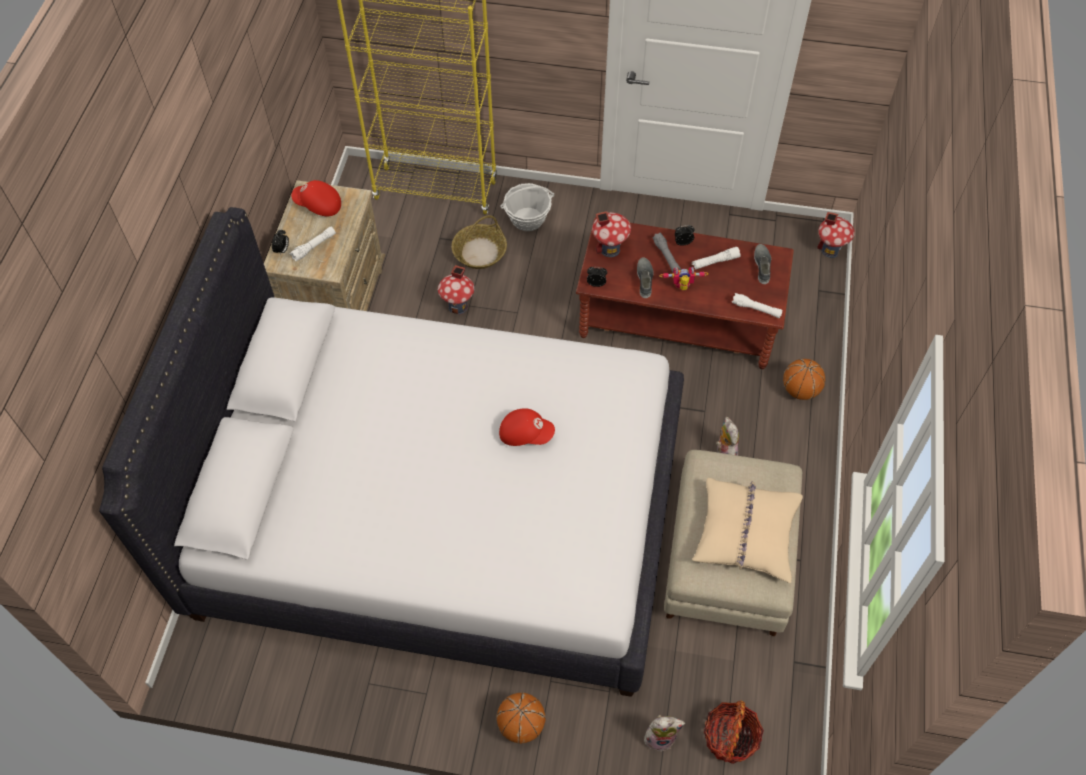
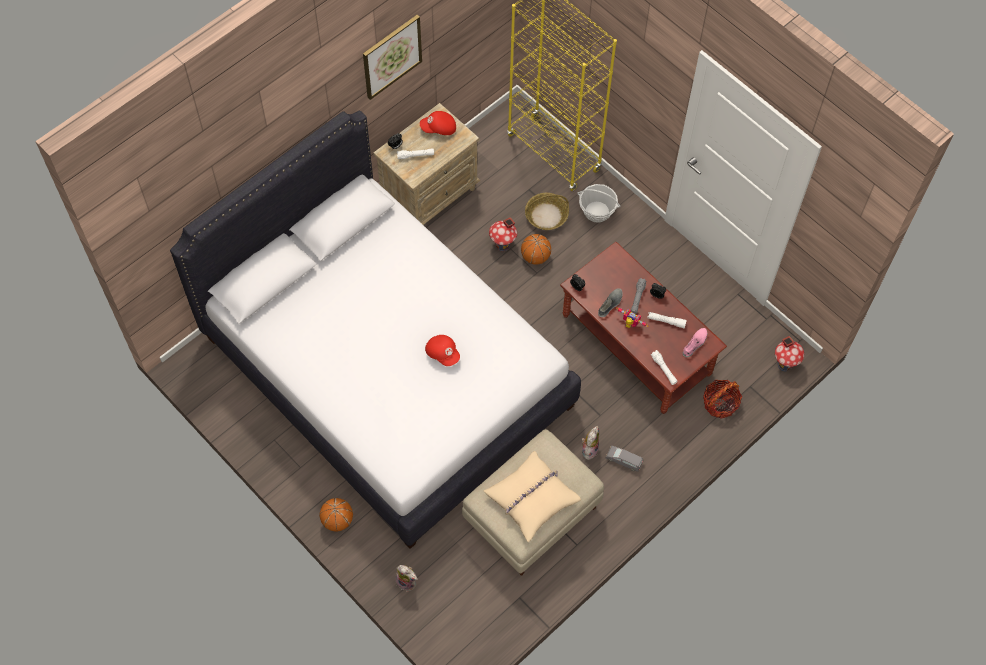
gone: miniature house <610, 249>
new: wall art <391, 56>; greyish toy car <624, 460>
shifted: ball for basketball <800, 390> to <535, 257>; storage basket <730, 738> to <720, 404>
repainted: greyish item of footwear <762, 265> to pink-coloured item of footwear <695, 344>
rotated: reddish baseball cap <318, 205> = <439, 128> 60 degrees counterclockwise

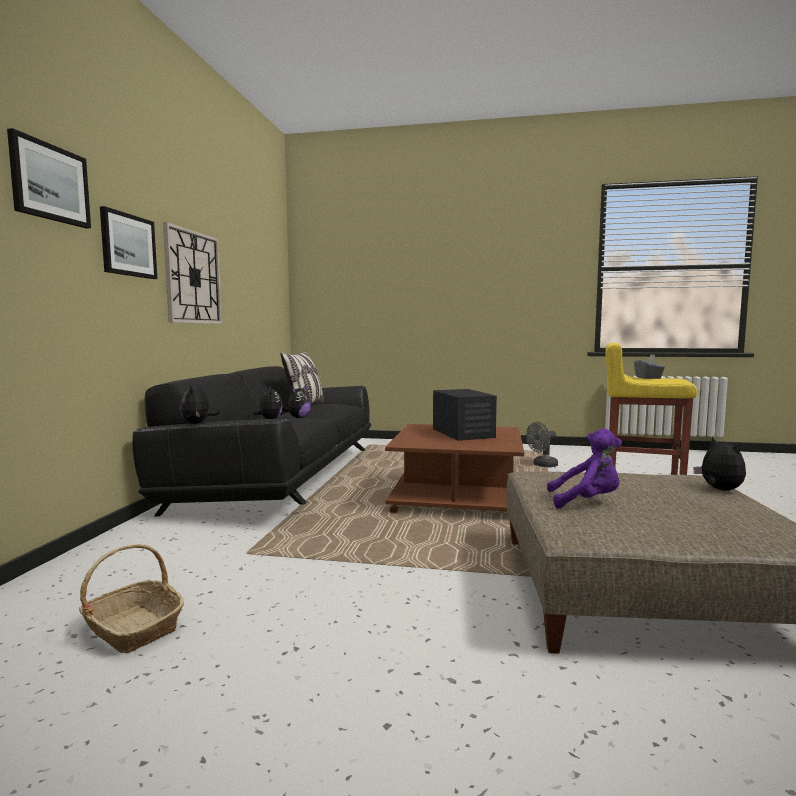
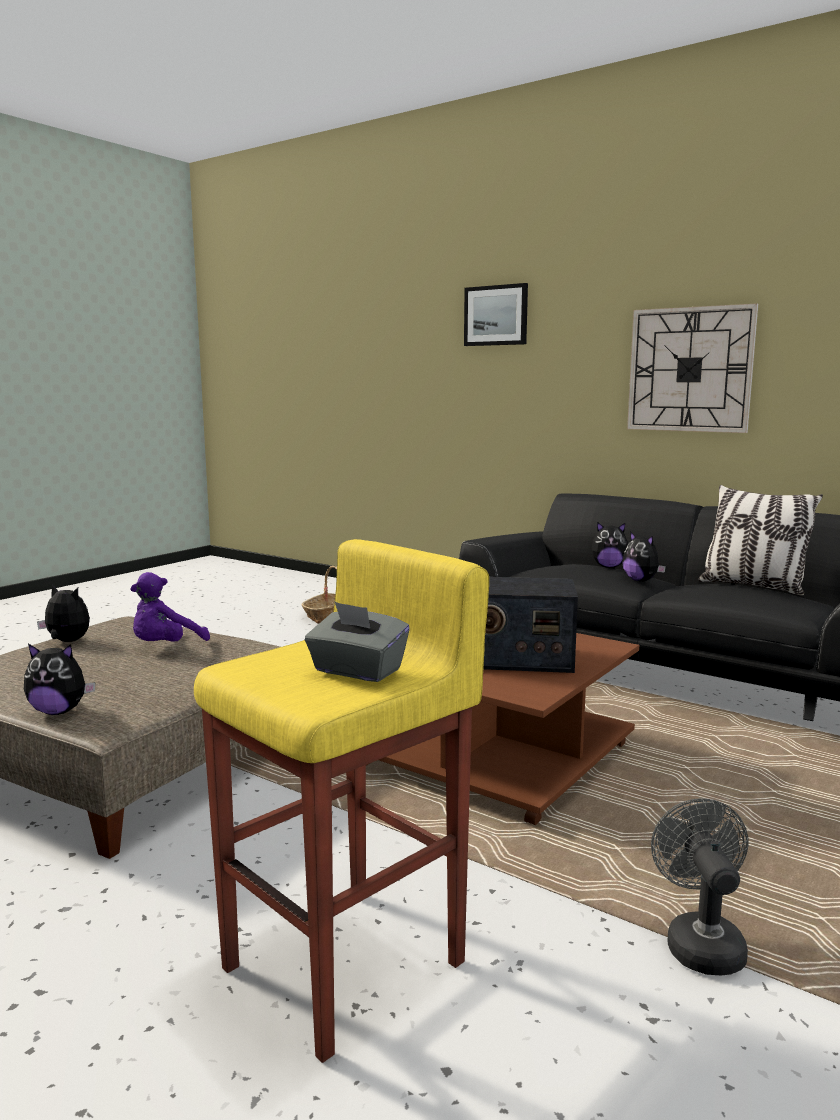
gone: wall art <128, 245>
shifted: soft toy <198, 423> to <66, 642>

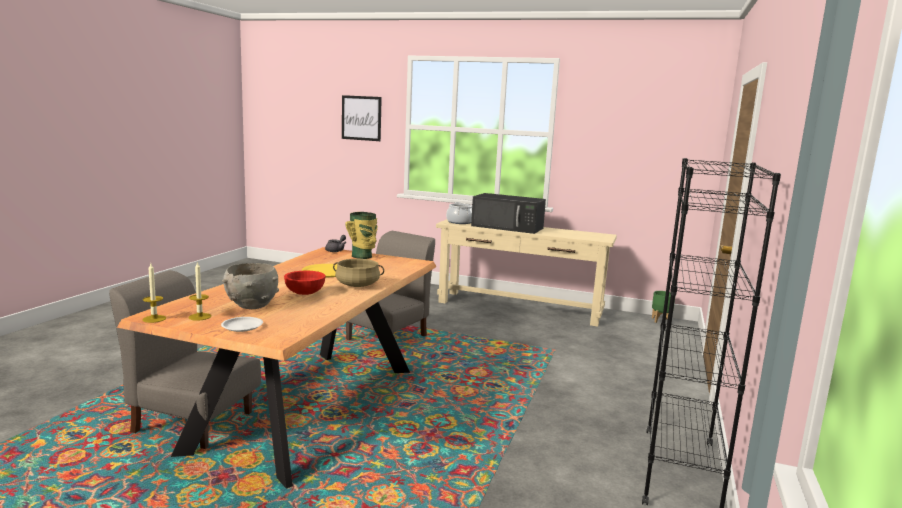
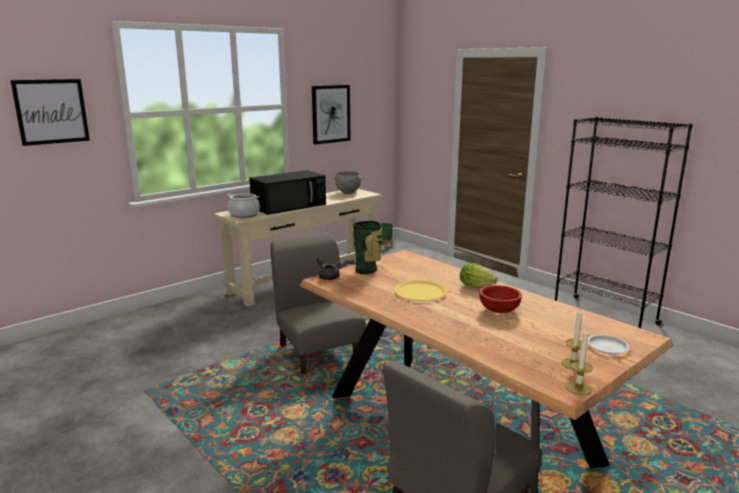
new: wall art <330, 114>
shifted: greyish deep dish <251, 306> to <348, 193>
swapped: beige-coloured cooking pot <357, 285> to lettuce head <478, 287>

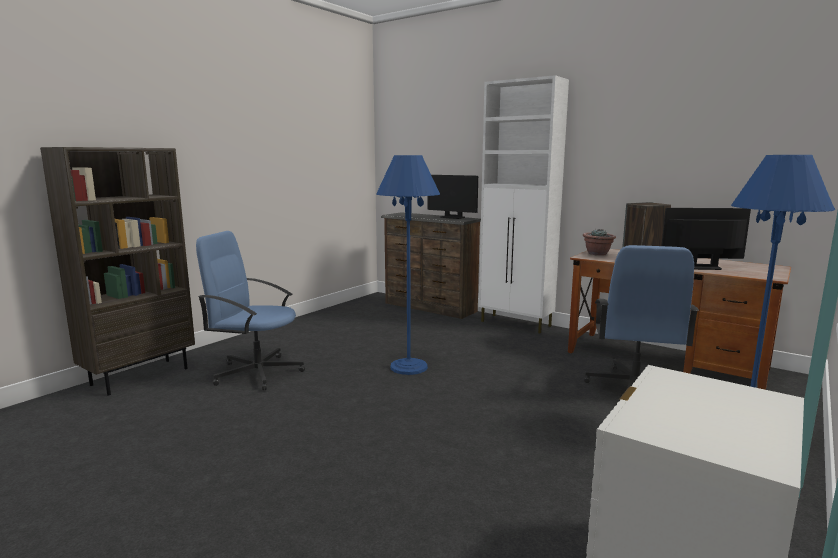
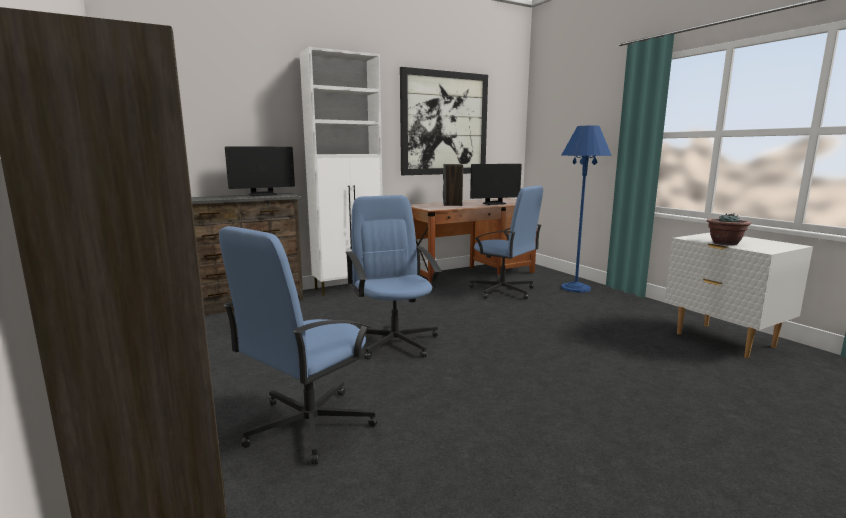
new: wall art <444, 123>
shifted: plant in a pot <597, 254> to <724, 243>
swapped: blue standing lamp <409, 367> to blue office chair <395, 342>
rotated: monitor <701, 267> = <494, 203> 135 degrees counterclockwise

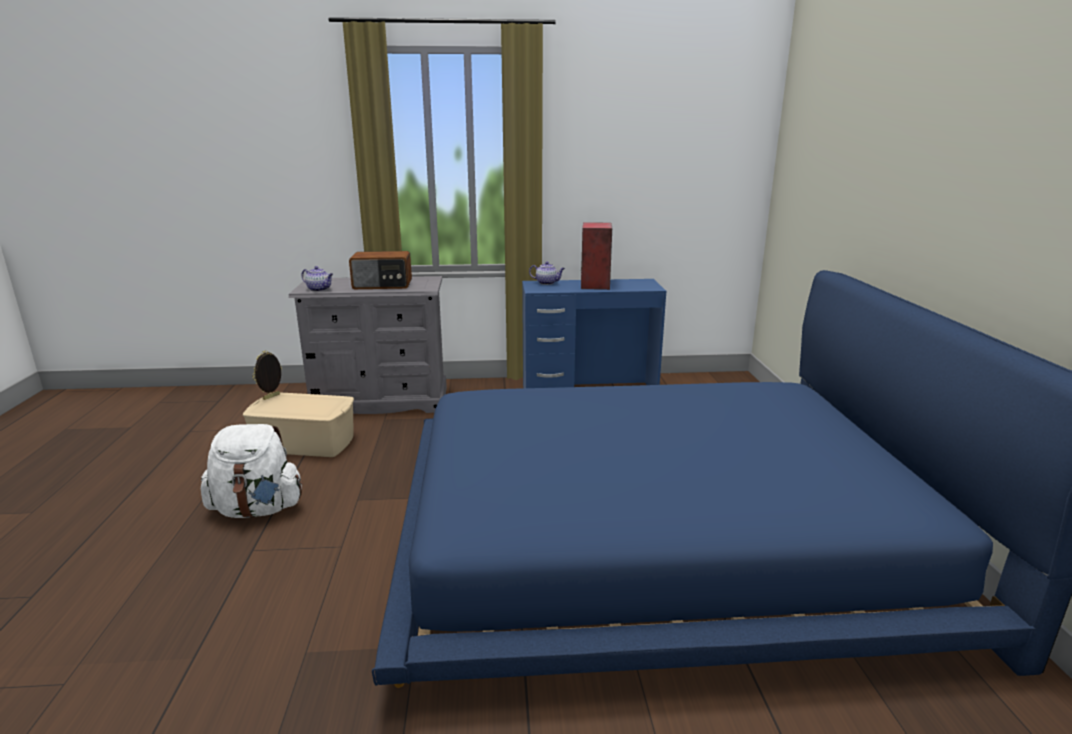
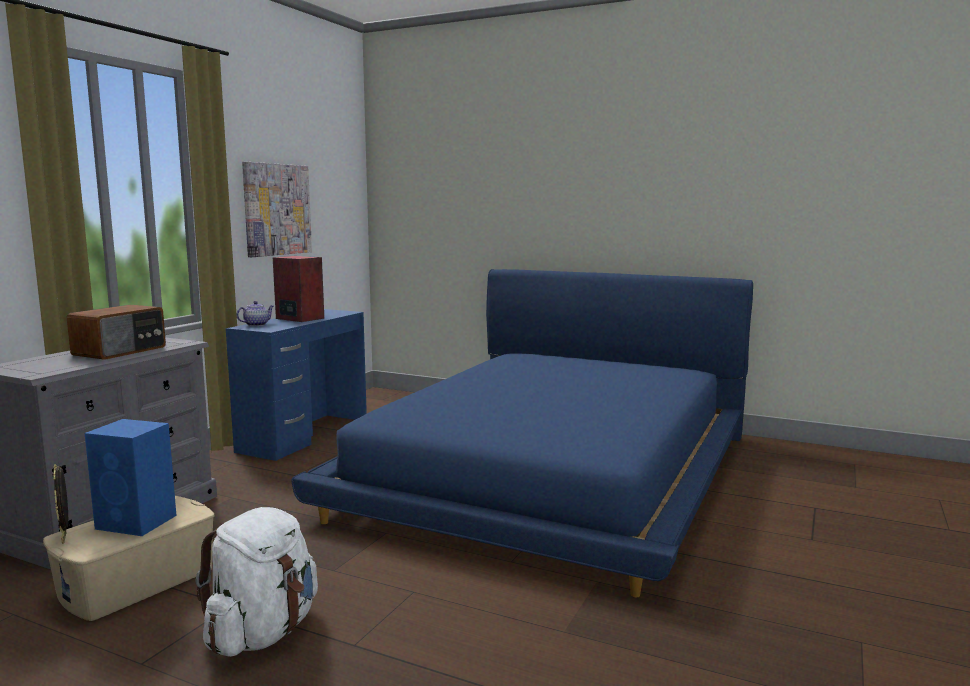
gone: pot for tea <319, 289>
new: wall art <277, 209>; blue audio speaker <138, 522>

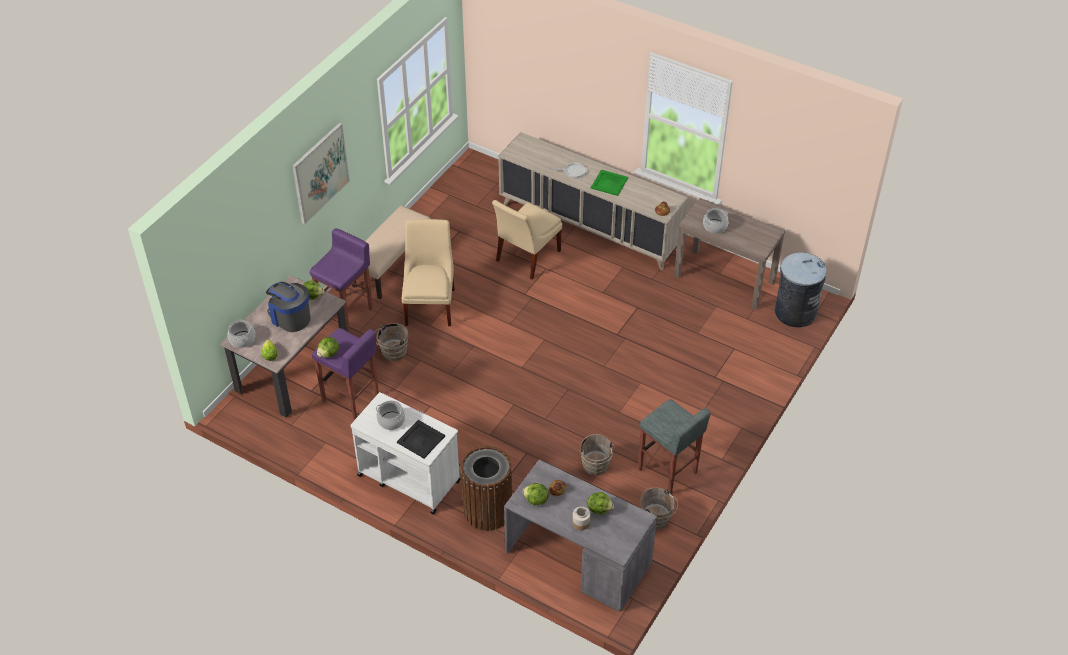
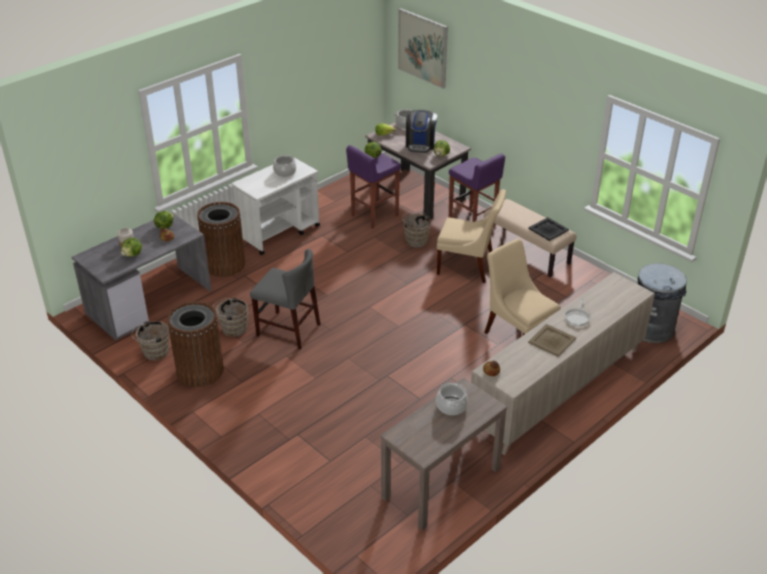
new: greyish chair <288, 330>
shifted: wall art <320, 173> to <423, 47>; greyish waste bin <795, 312> to <652, 329>; black-coloured serving tray <421, 439> to <548, 229>
swapped: greyish sitting stool <667, 472> to brown-coloured waste bin <200, 371>
repainted: greenish serving tray <609, 183> to beige-coloured serving tray <552, 341>
rotated: coffee machine <290, 317> = <420, 144> 135 degrees clockwise

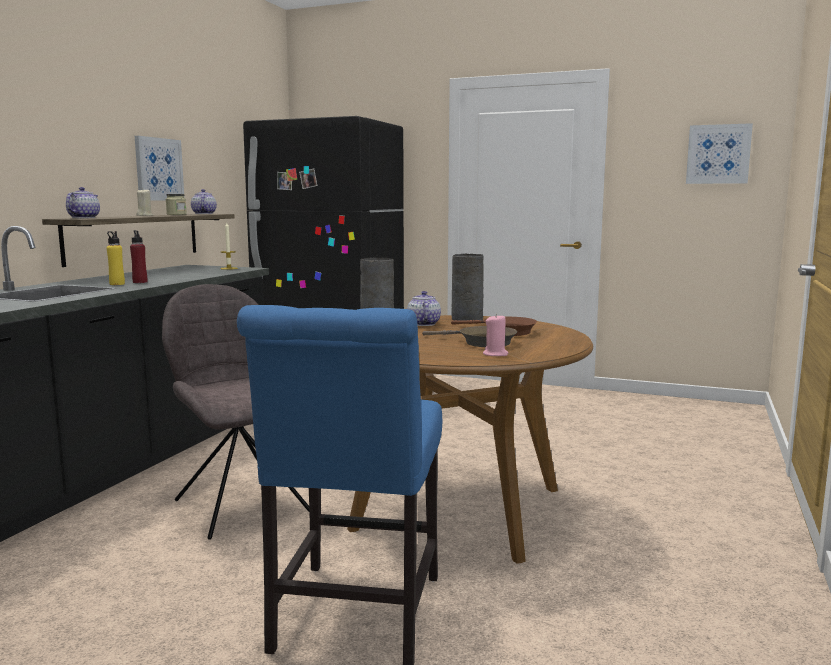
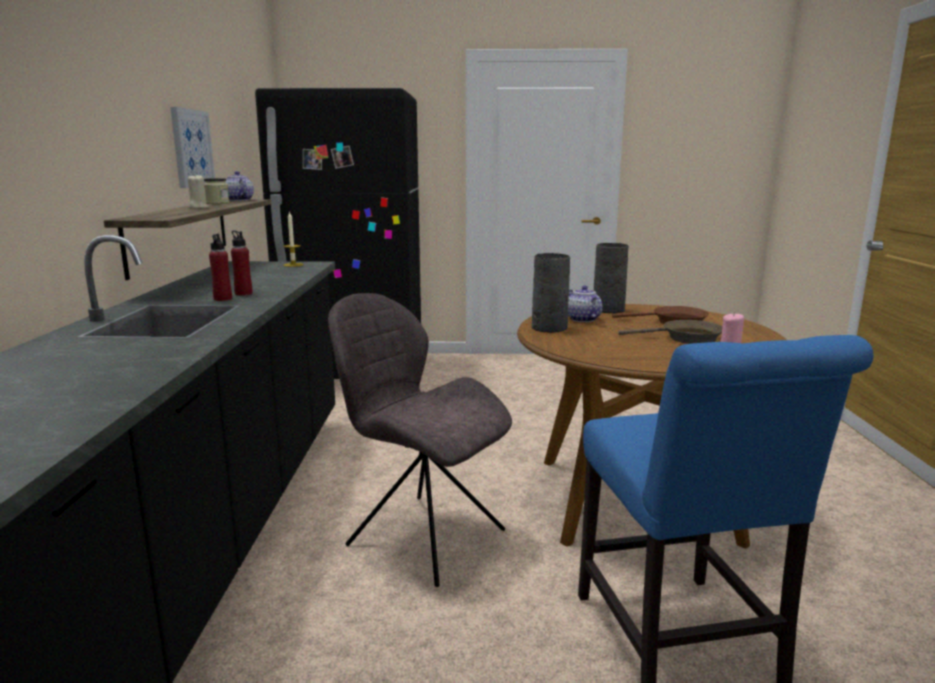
gone: wall art <718, 154>; pot for tea <84, 218>
repainted: yellowish bottle <117, 284> to reddish bottle <223, 299>

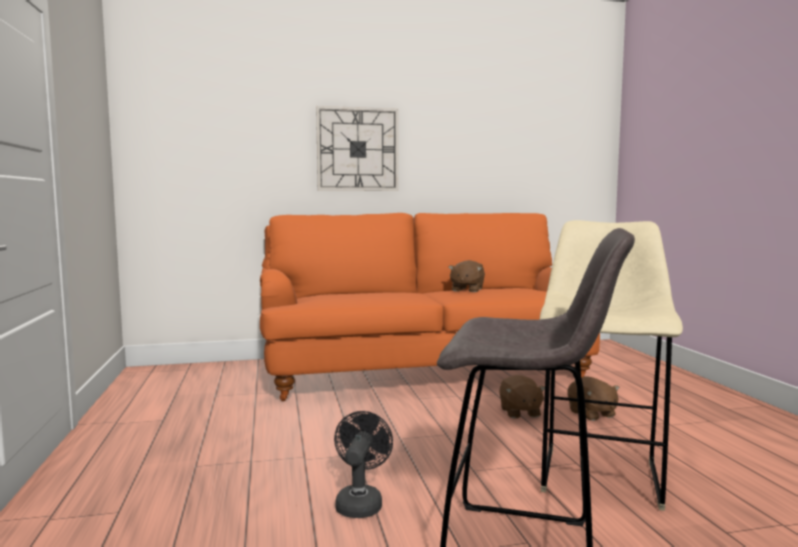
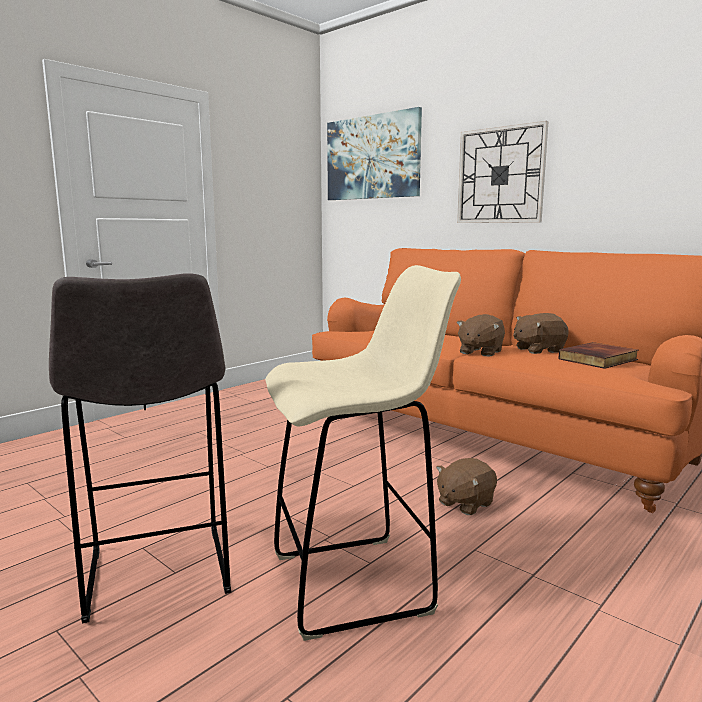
gone: black-coloured cooling fan <360, 502>
new: wall art <372, 157>; bound book <599, 359>
shifted: brown-coloured soft toy <591, 414> to <480, 352>

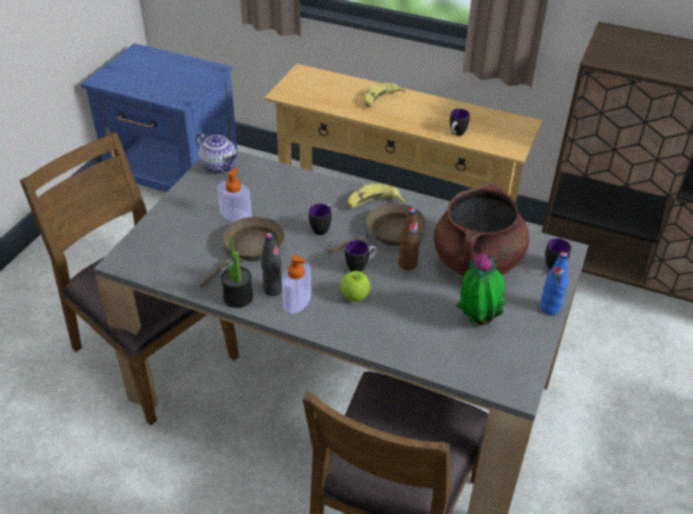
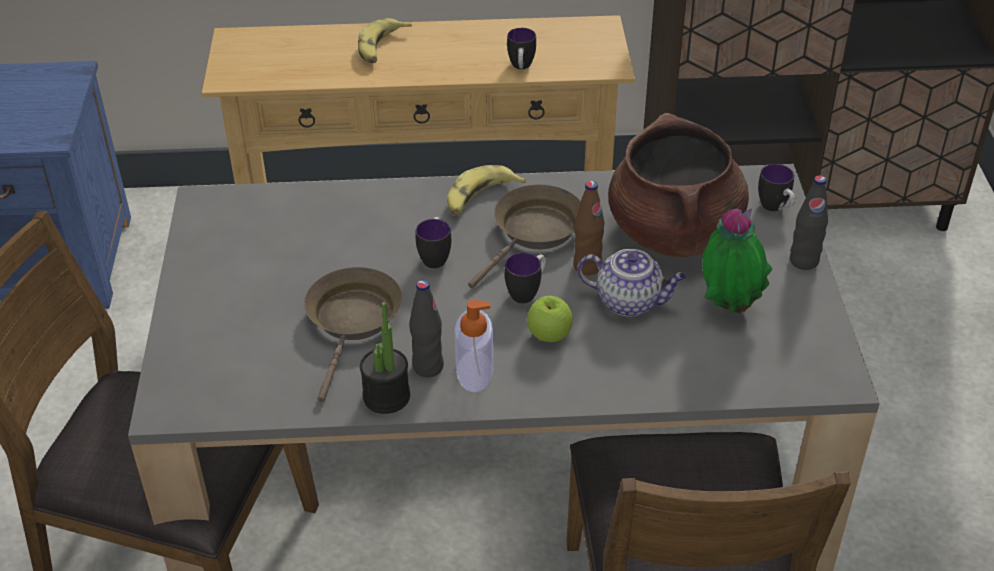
gone: soap dispenser <236, 215>
shifted: pot for tea <219, 166> to <630, 301>
repainted: blue bottle <549, 308> to black-coloured bottle <804, 261>

